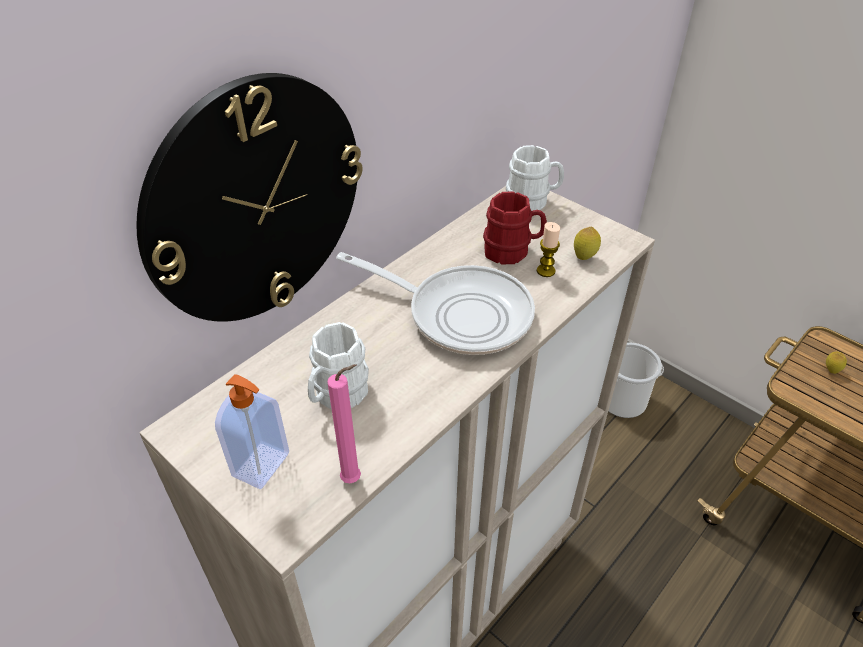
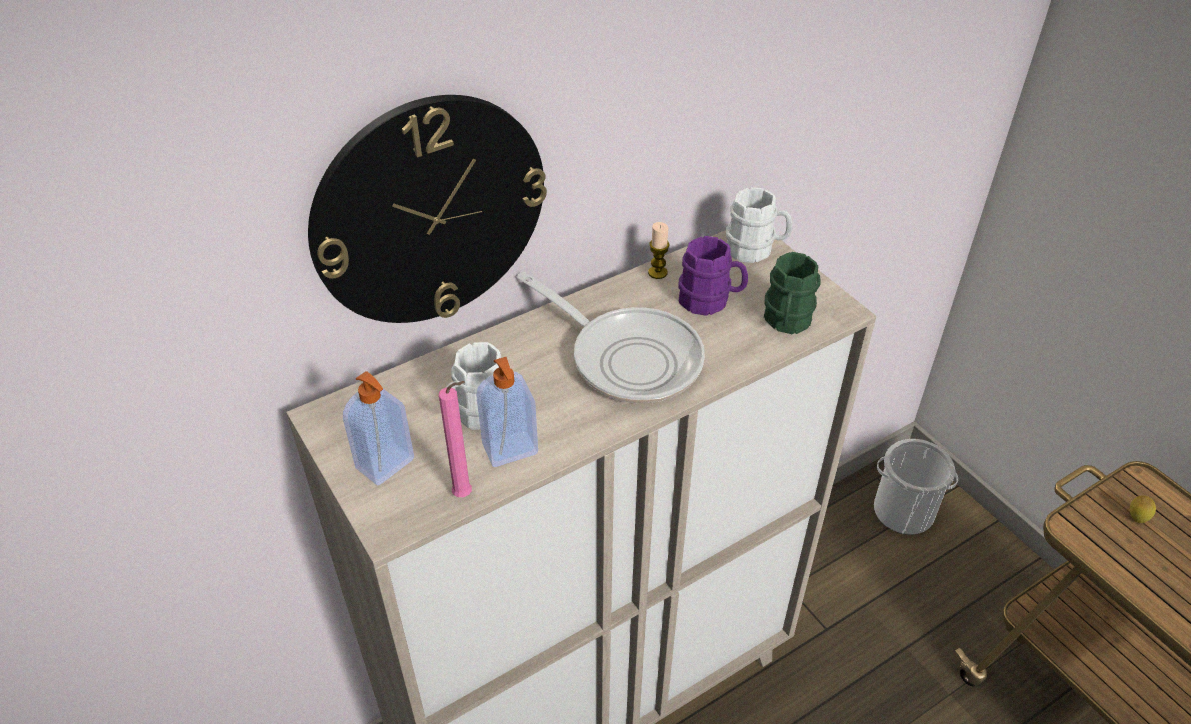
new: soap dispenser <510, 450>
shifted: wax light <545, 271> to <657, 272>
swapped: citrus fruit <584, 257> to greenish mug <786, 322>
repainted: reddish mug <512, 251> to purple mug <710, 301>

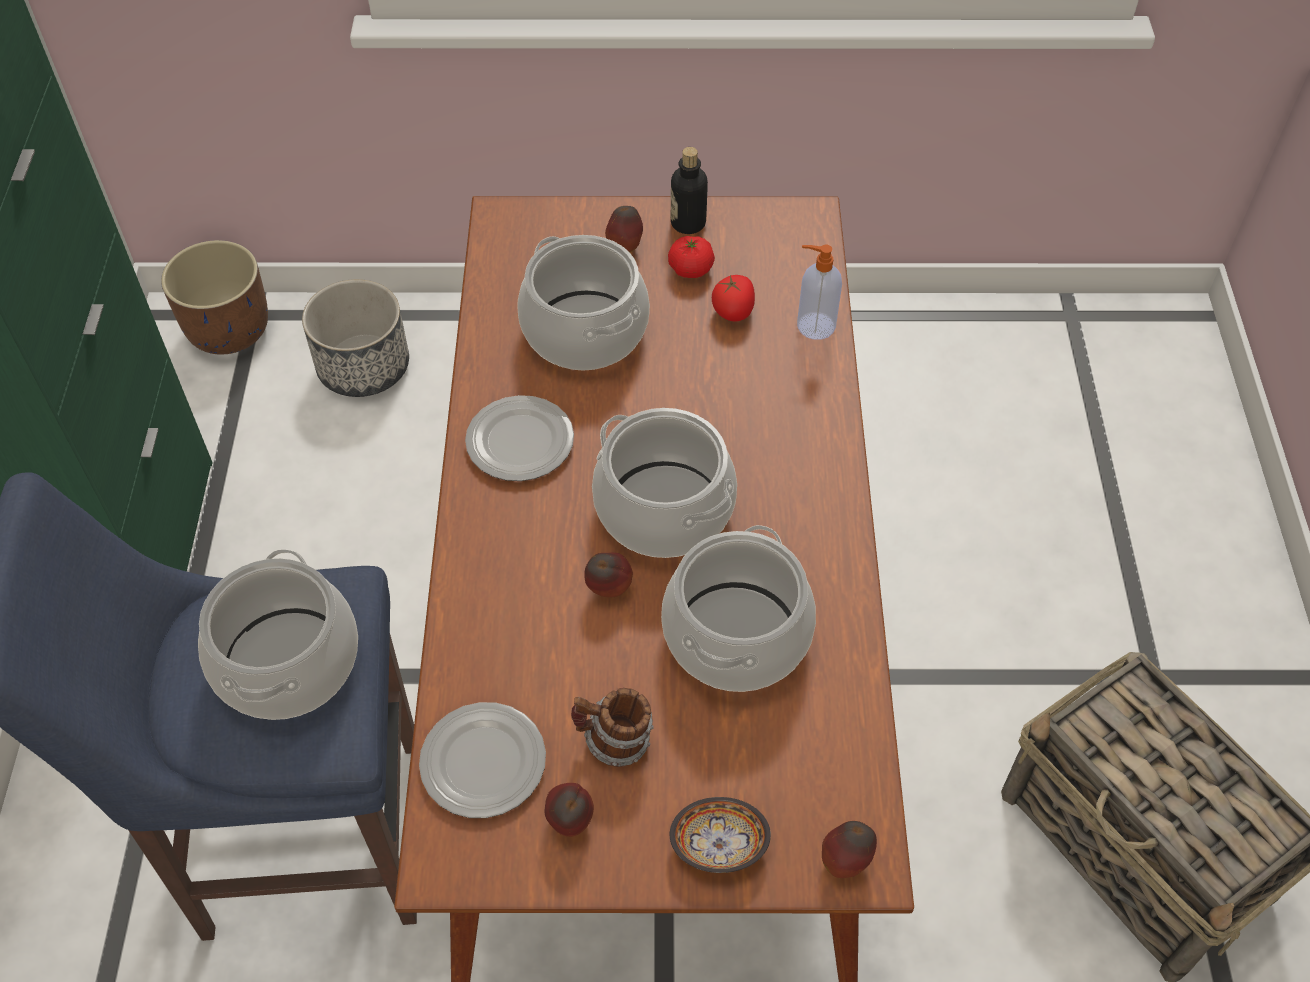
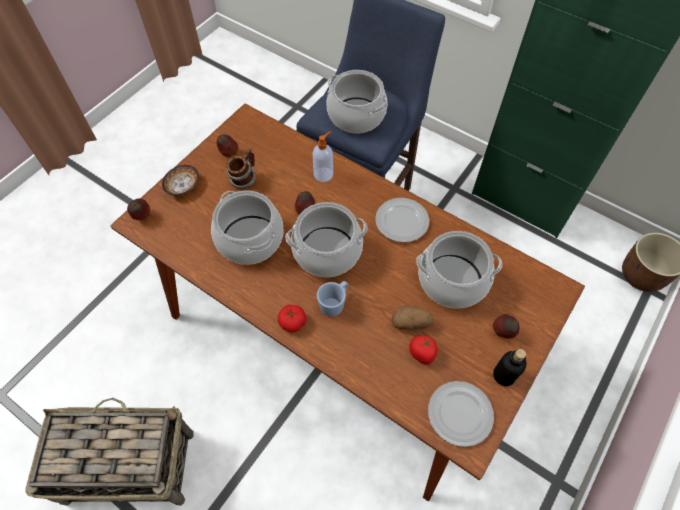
gone: flower pot <364, 366>
new: blue mug <334, 303>; whole potato <411, 323>
shifted: whole tomato <691, 269> to <292, 322>; soap dispenser <814, 325> to <324, 174>; dinner plate <485, 762> to <459, 415>

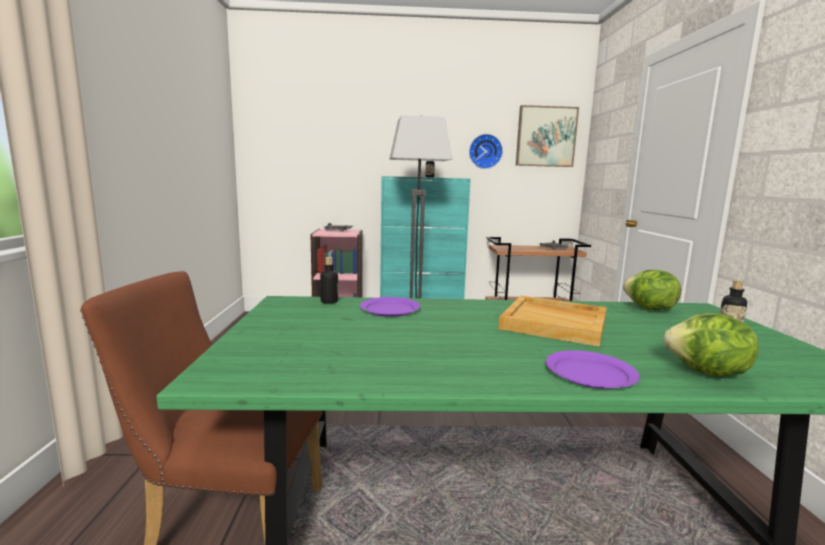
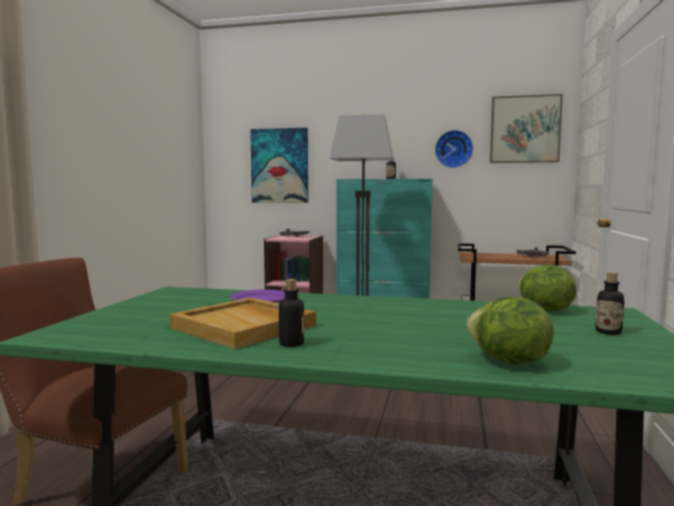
gone: purple dinner plate <590, 373>
new: wall art <280, 166>
shifted: bottle <329, 301> to <291, 344>; beige-coloured serving tray <555, 323> to <245, 326>

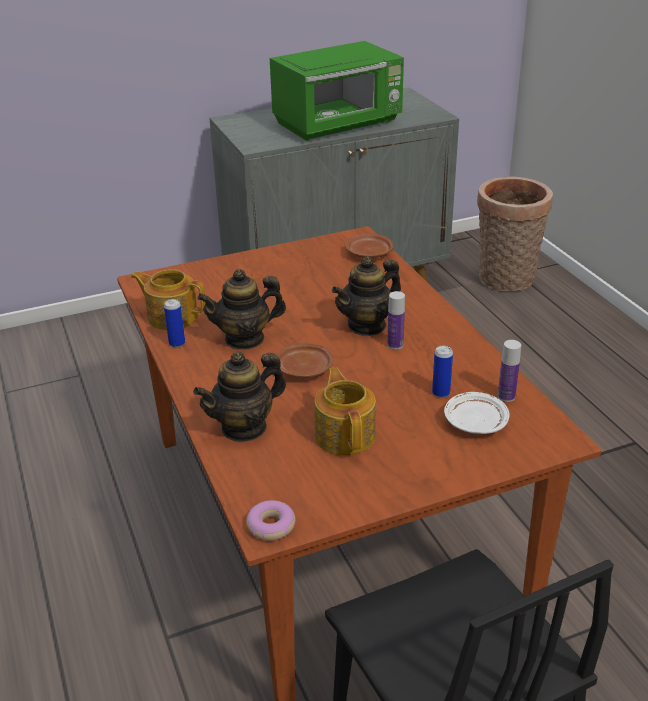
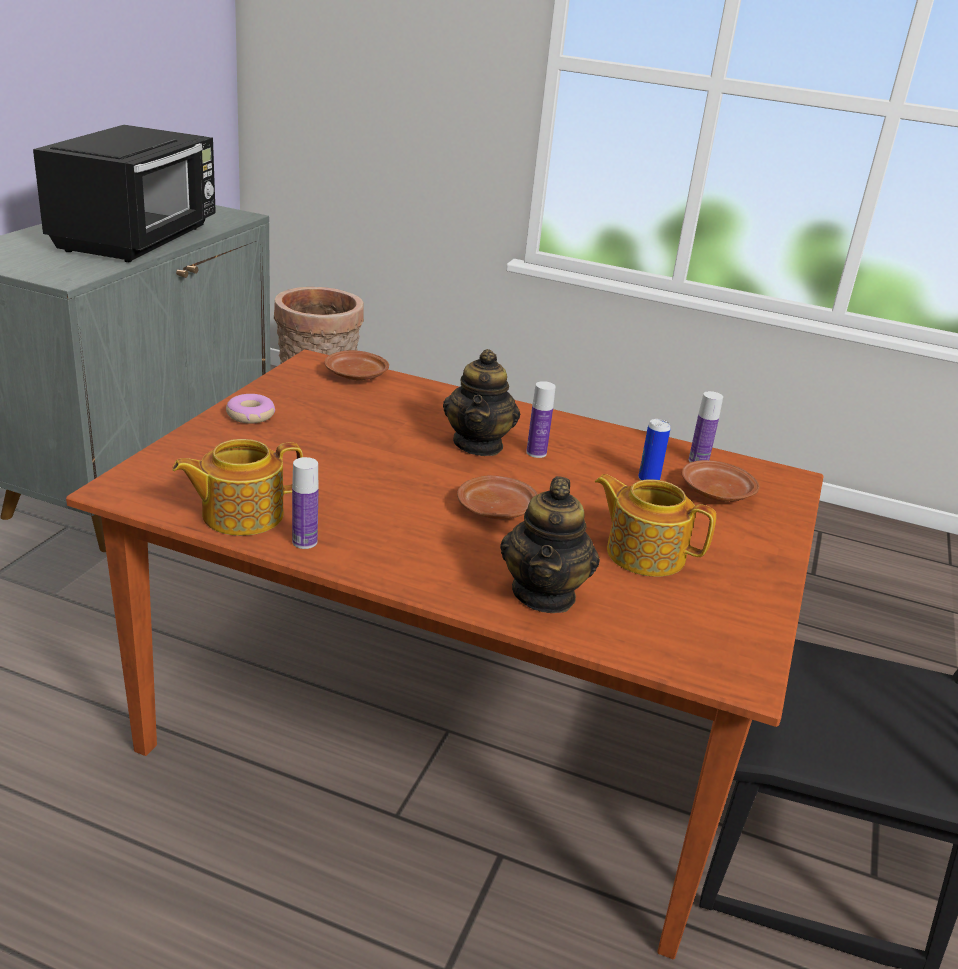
gone: pot for tea <245, 339>
shifted: donut <271, 526> to <250, 415>
swapped: metal can <177, 343> to bottle <304, 542>
repainted: greenish microwave <339, 124> to black-coloured microwave <138, 239>; whitish dinner plate <475, 422> to brown-coloured dinner plate <715, 492>

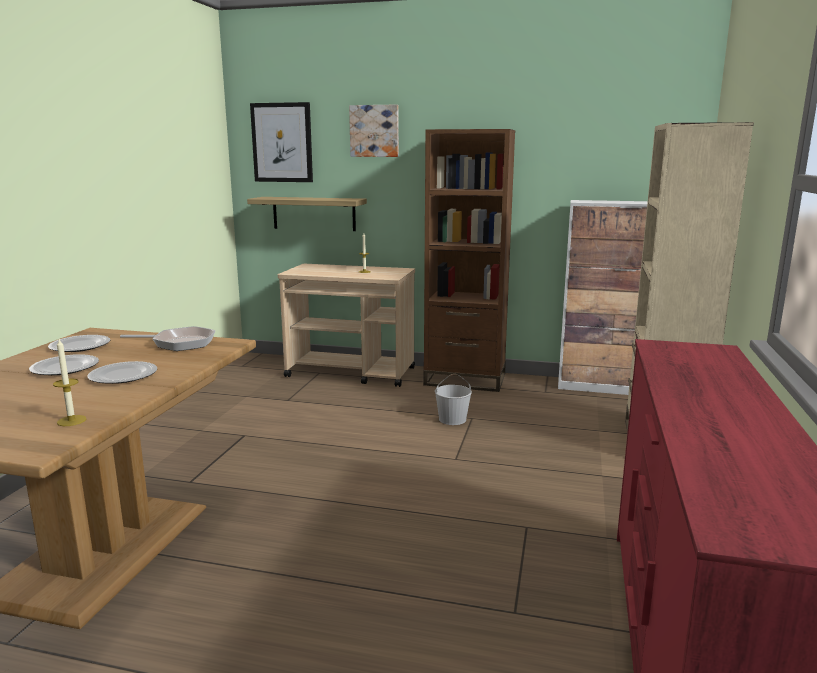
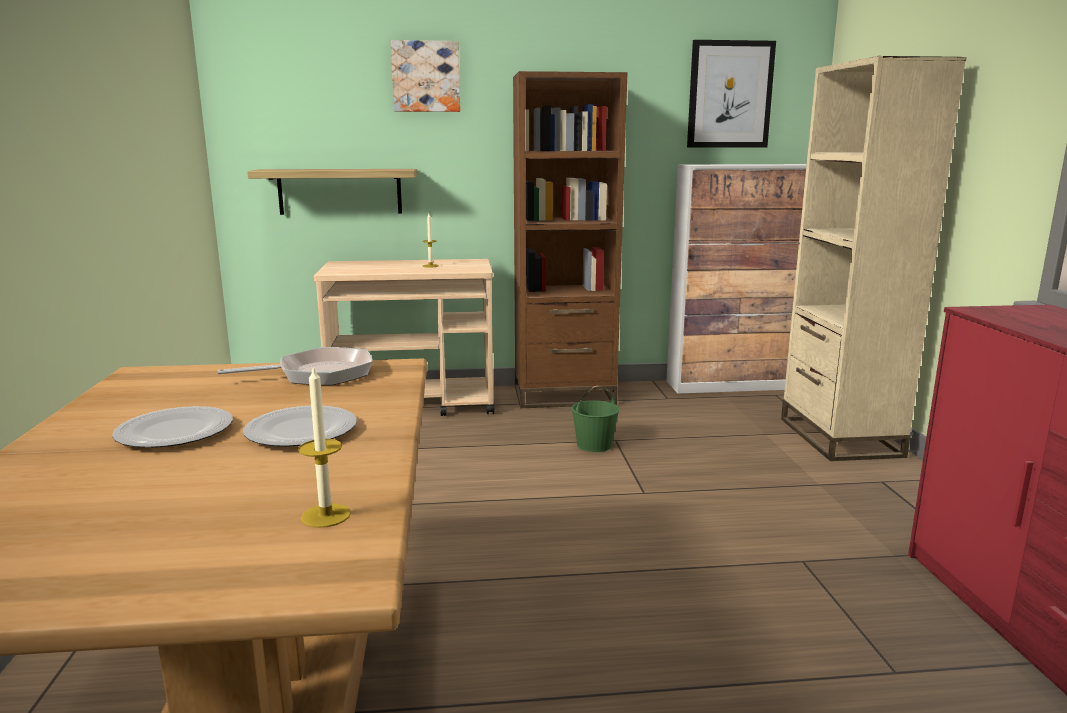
gone: dinner plate <80, 346>
shifted: wall art <282, 142> to <729, 95>
repainted: whitish bucket <453, 419> to greenish bucket <594, 444>

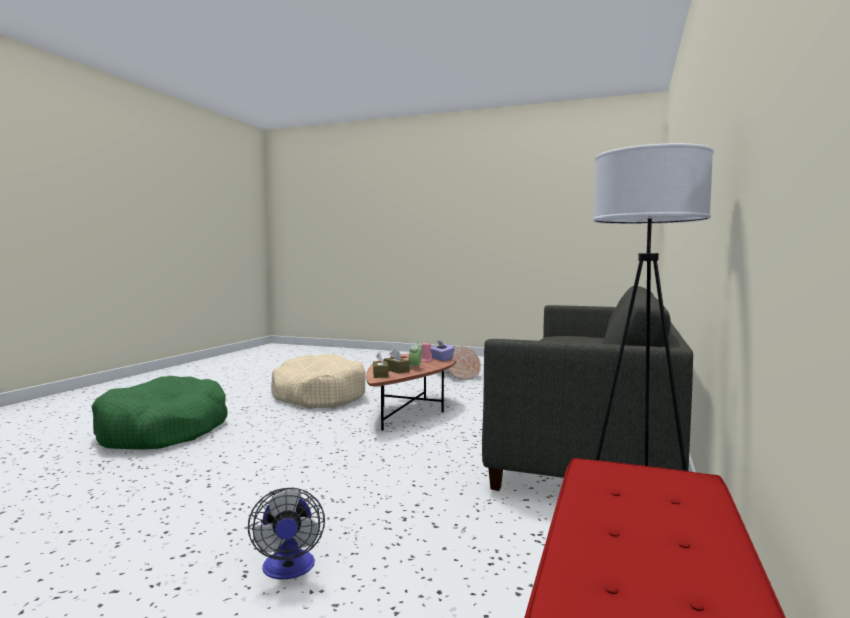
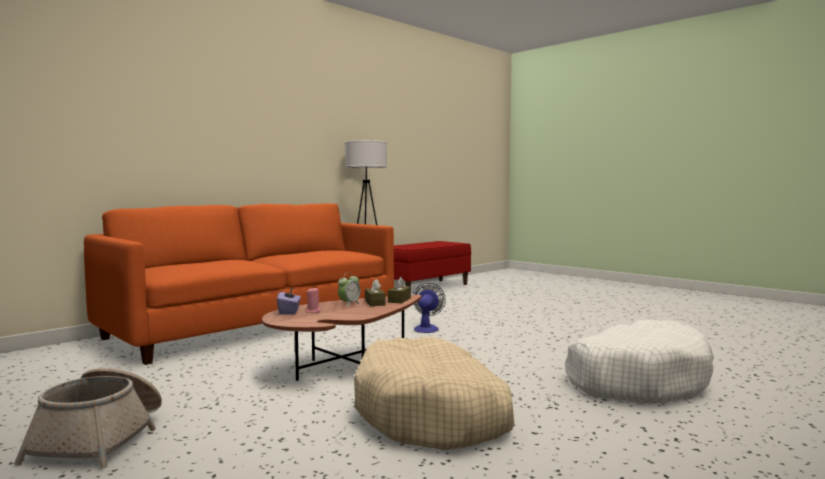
shifted: cooling fan <288, 570> to <427, 328>
repainted: greyish sofa <591, 437> to orange sofa <257, 325>; greenish dog bed <163, 431> to whitish dog bed <636, 380>

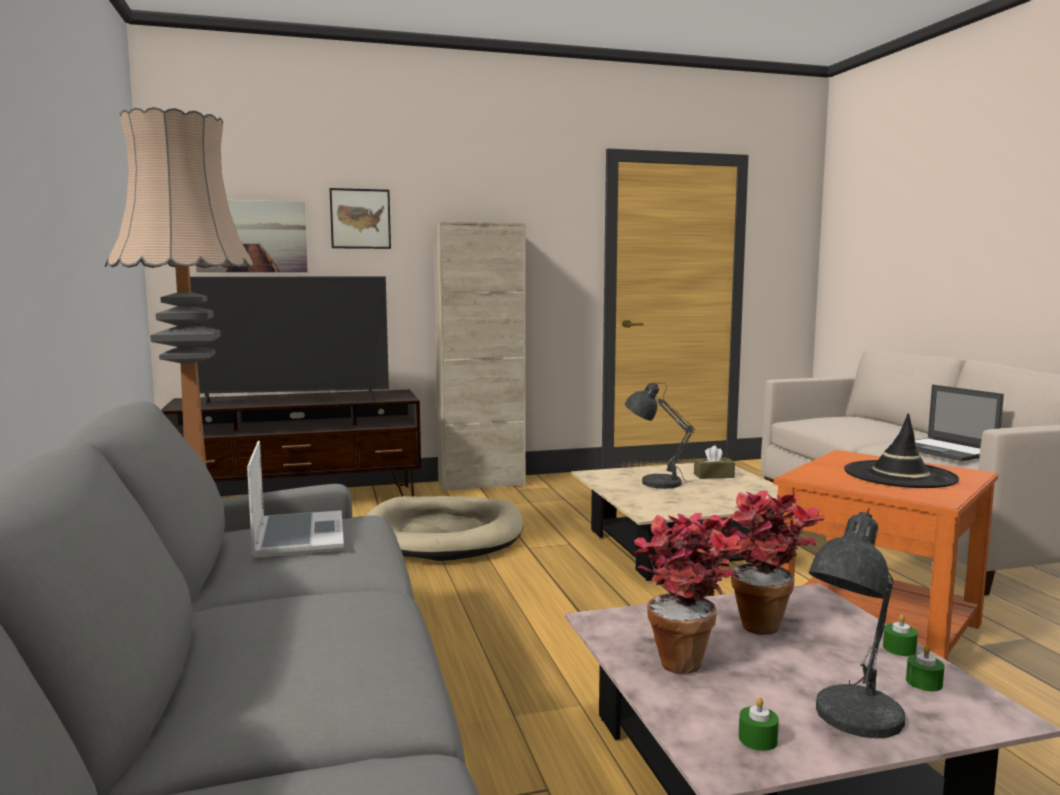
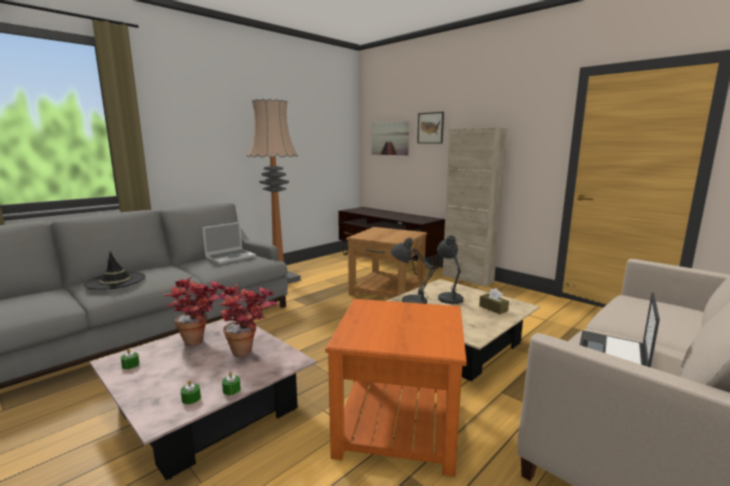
gone: TV <290, 401>
shifted: black-coloured clothing hat <899, 475> to <116, 281>; greyish lamp for a table <853, 719> to <410, 301>
swapped: beige-coloured dog bed <443, 535> to brown-coloured end table <387, 290>

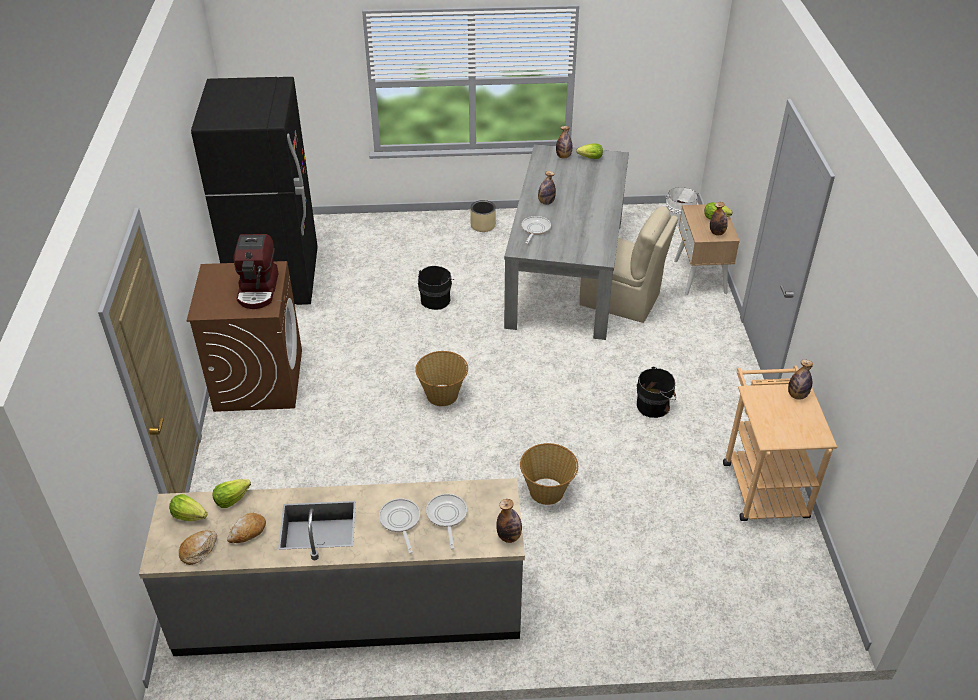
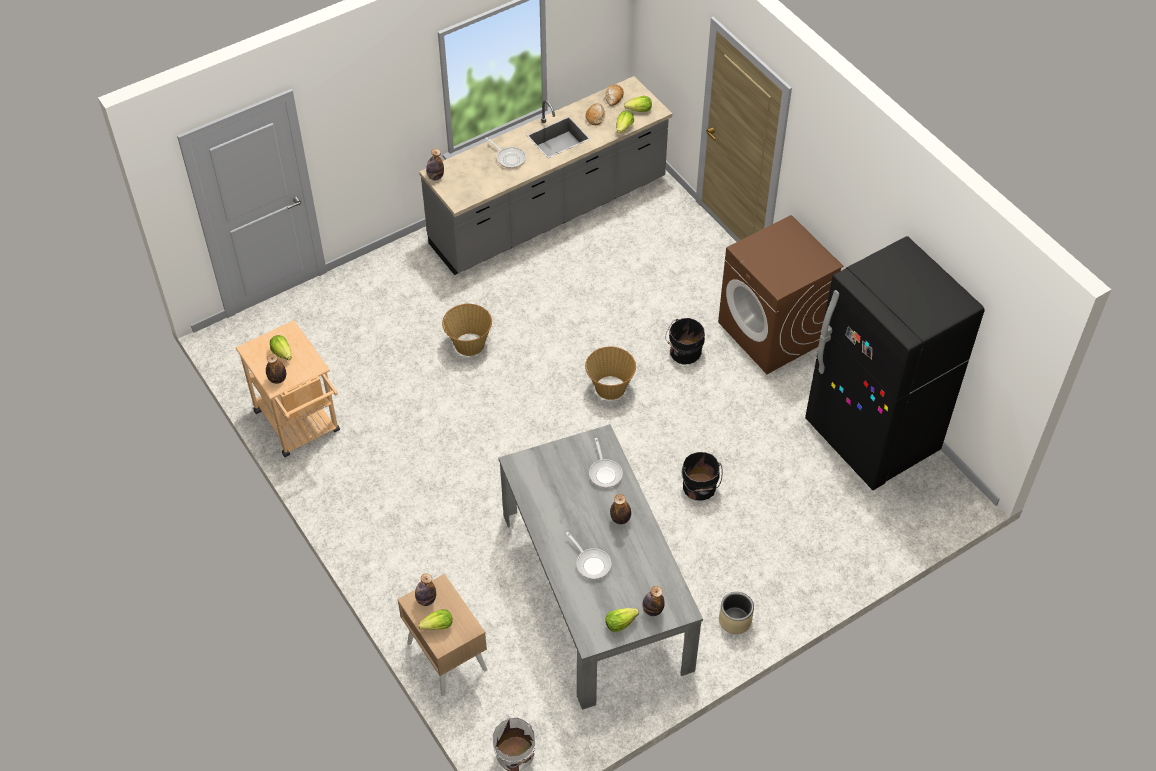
gone: beige-coloured chair <621, 300>; coffee machine <258, 289>
new: lettuce head <282, 353>
shifted: black-coloured bucket <654, 406> to <684, 352>; skillet <446, 517> to <591, 563>

